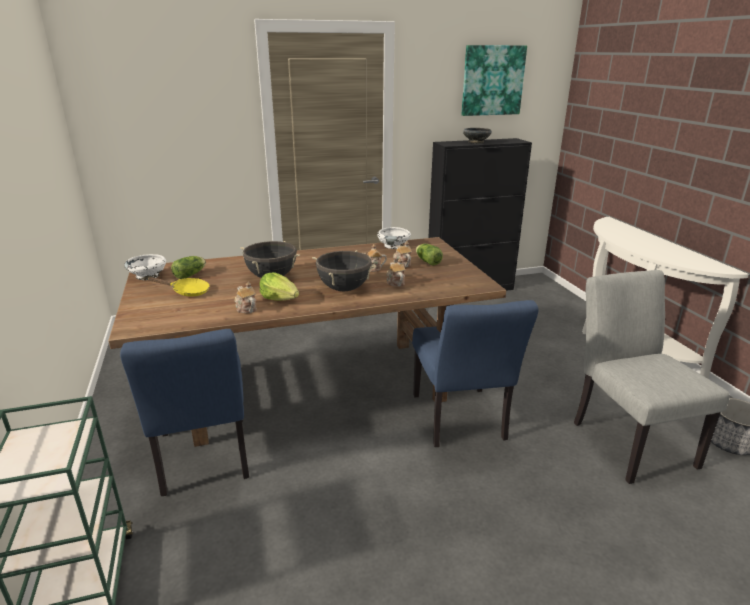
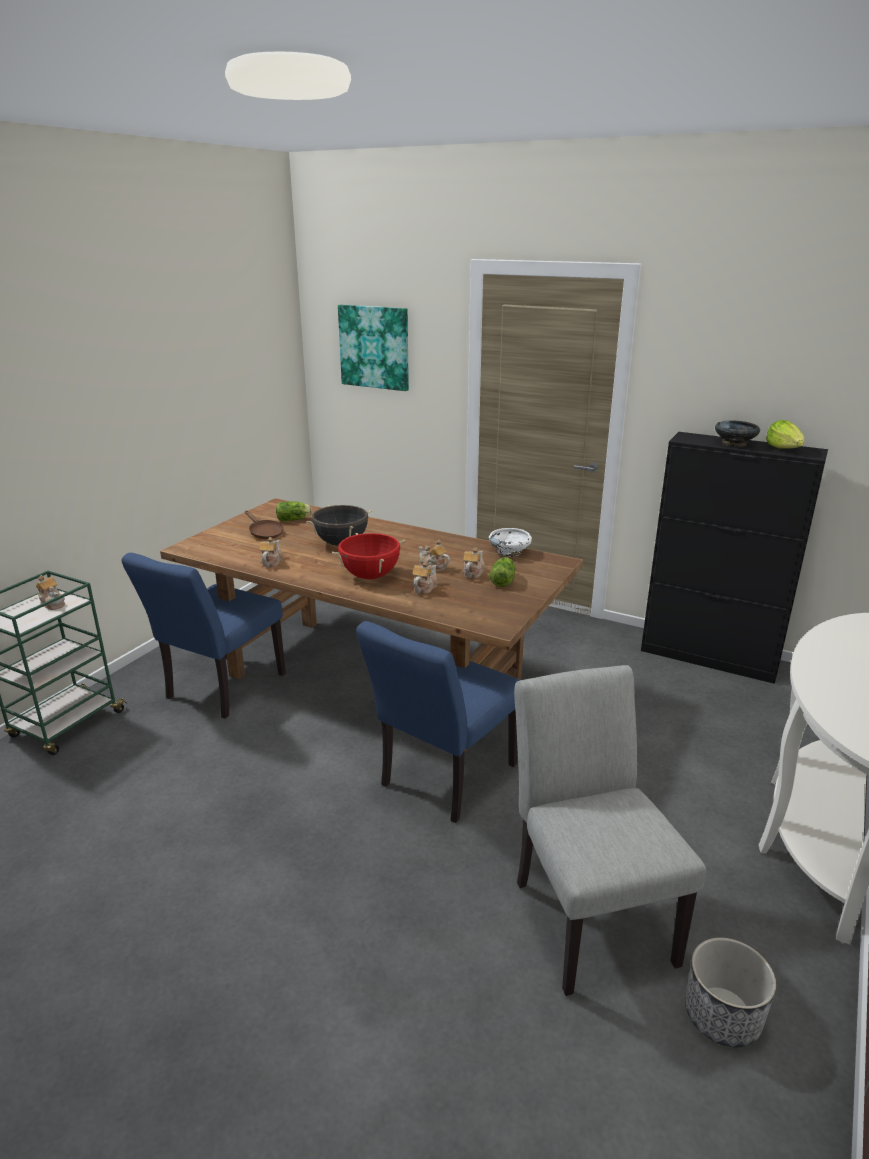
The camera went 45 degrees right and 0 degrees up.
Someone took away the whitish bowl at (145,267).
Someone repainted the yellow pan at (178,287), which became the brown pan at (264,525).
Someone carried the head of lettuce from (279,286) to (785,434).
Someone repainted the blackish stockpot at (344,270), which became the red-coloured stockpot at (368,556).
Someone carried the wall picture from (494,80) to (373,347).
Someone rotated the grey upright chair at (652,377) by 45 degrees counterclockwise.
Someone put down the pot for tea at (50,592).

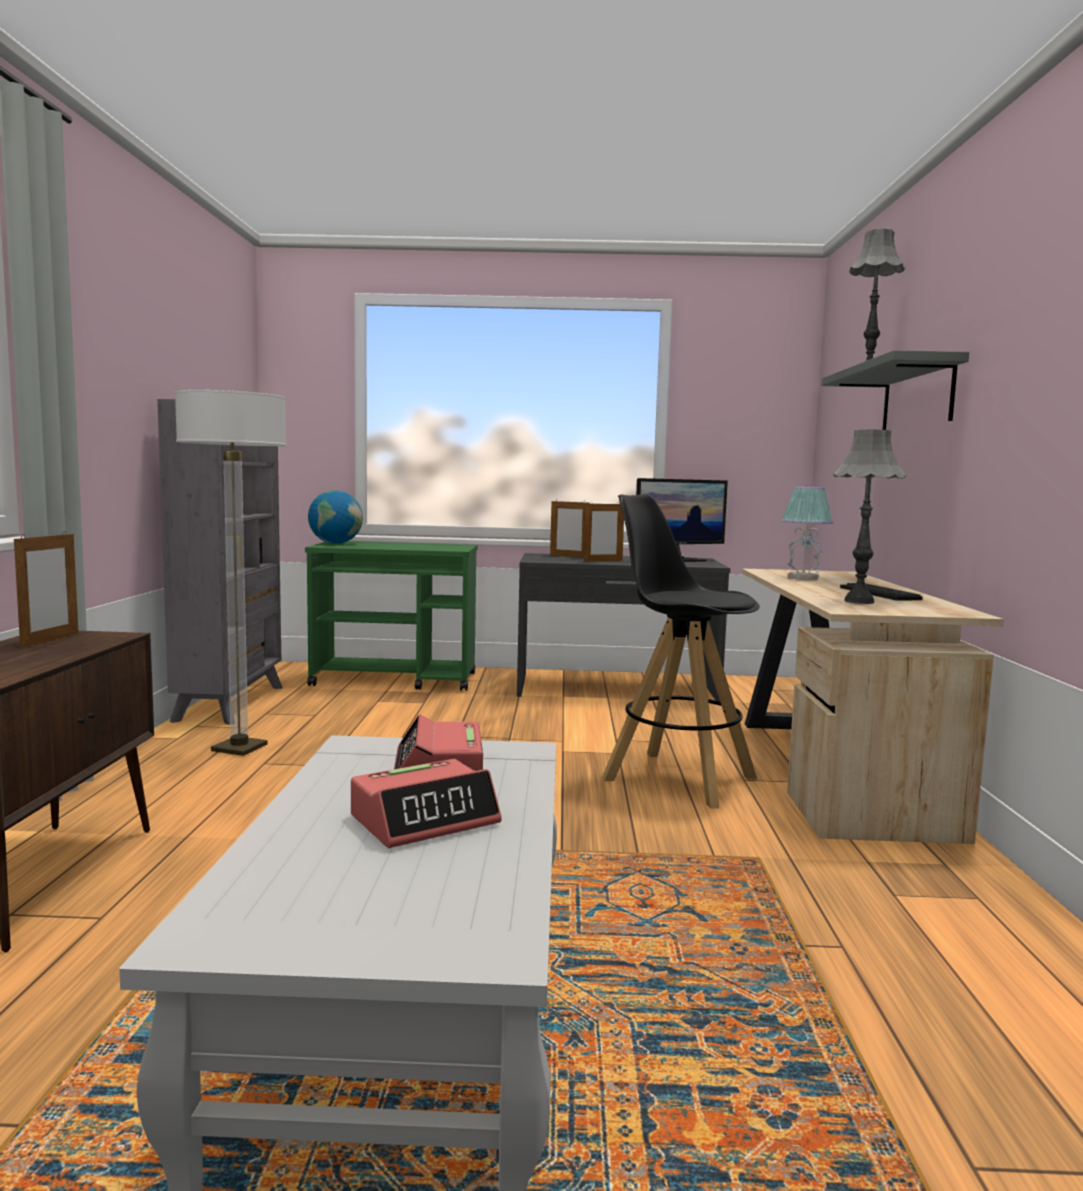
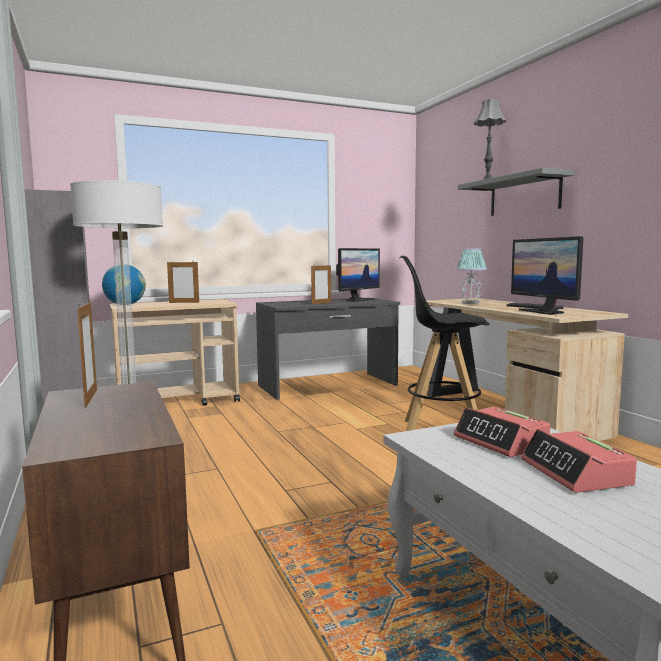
The camera went 25 degrees left and 0 degrees up.
Someone repainted the green-coloured wheeled cart at (391,616), which became the sand-coloured wheeled cart at (175,352).
Someone rotated the table clock at (426,803) by 135 degrees clockwise.
Someone carried the standing frame from (570,528) to (183,282).
Someone swapped the grey lamp for a table at (870,516) for the monitor at (547,275).

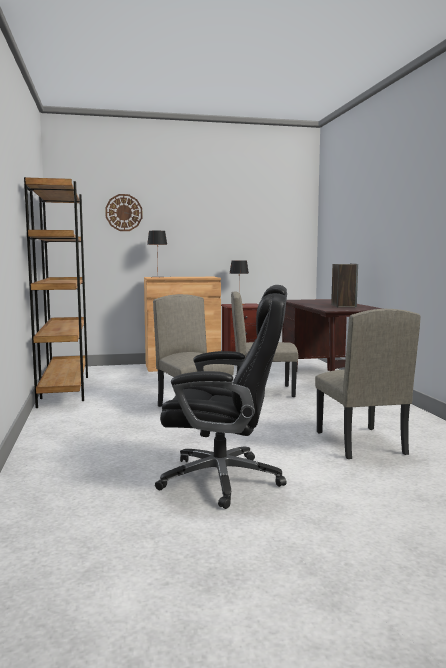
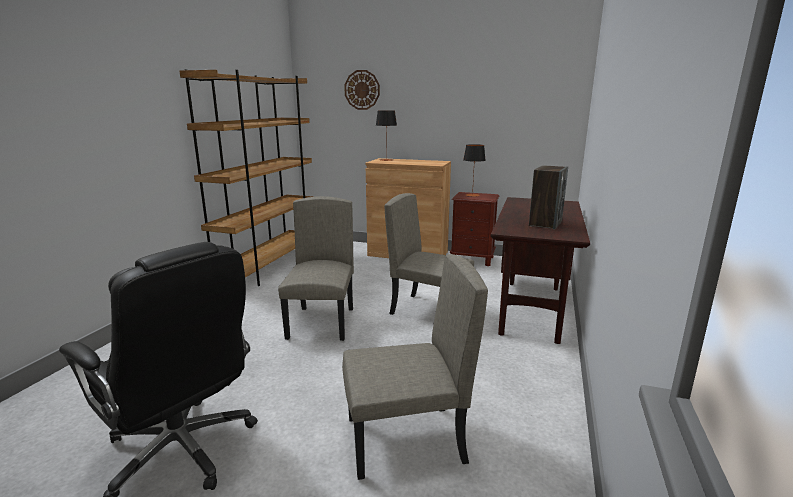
The camera went 30 degrees right and 10 degrees up.
Someone rotated the sand-coloured upright chair at (368,384) by 120 degrees counterclockwise.

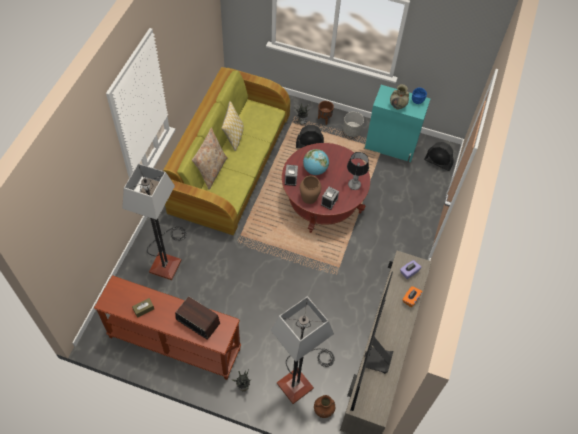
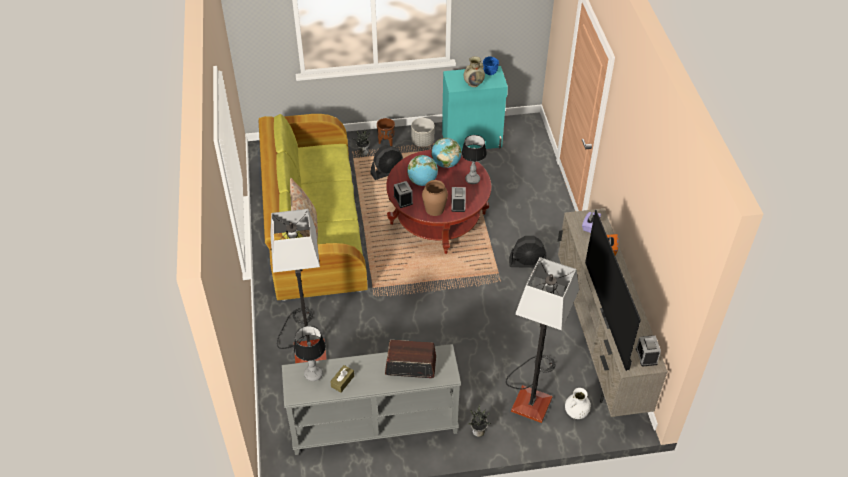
The camera went 25 degrees left and 10 degrees down.
Someone repainted the brown console table at (167,327), which became the grey console table at (371,399).
Someone took away the throw pillow at (232,126).
Someone repainted the brown flower vase at (324,406), which became the whitish flower vase at (578,403).
Someone carried the blackish fan from (439,156) to (527,252).
Someone put down the lamp for a table at (310,353).
Someone put down the world globe at (446,153).
Someone put down the table clock at (648,350).

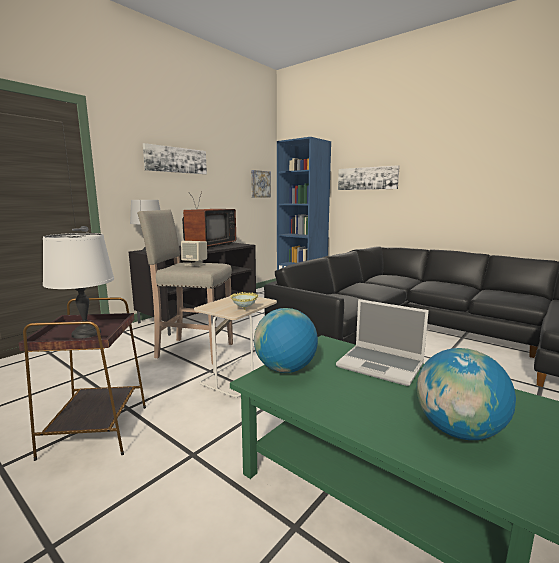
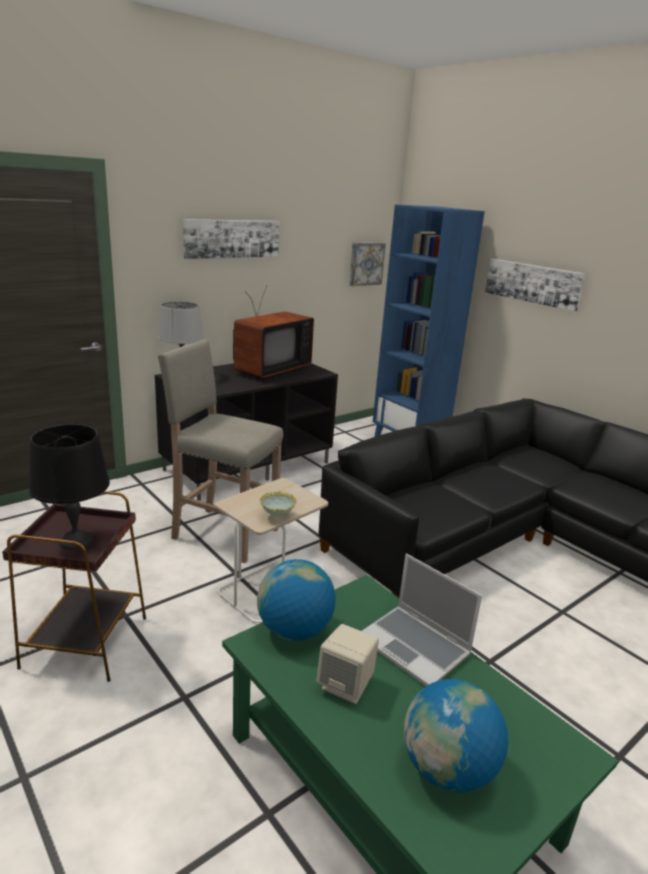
The camera went 10 degrees right and 10 degrees up.
Someone repainted the whitish lamp for a table at (78,286), which became the blackish lamp for a table at (69,486).
Someone carried the sand-coloured speaker from (194,253) to (348,664).

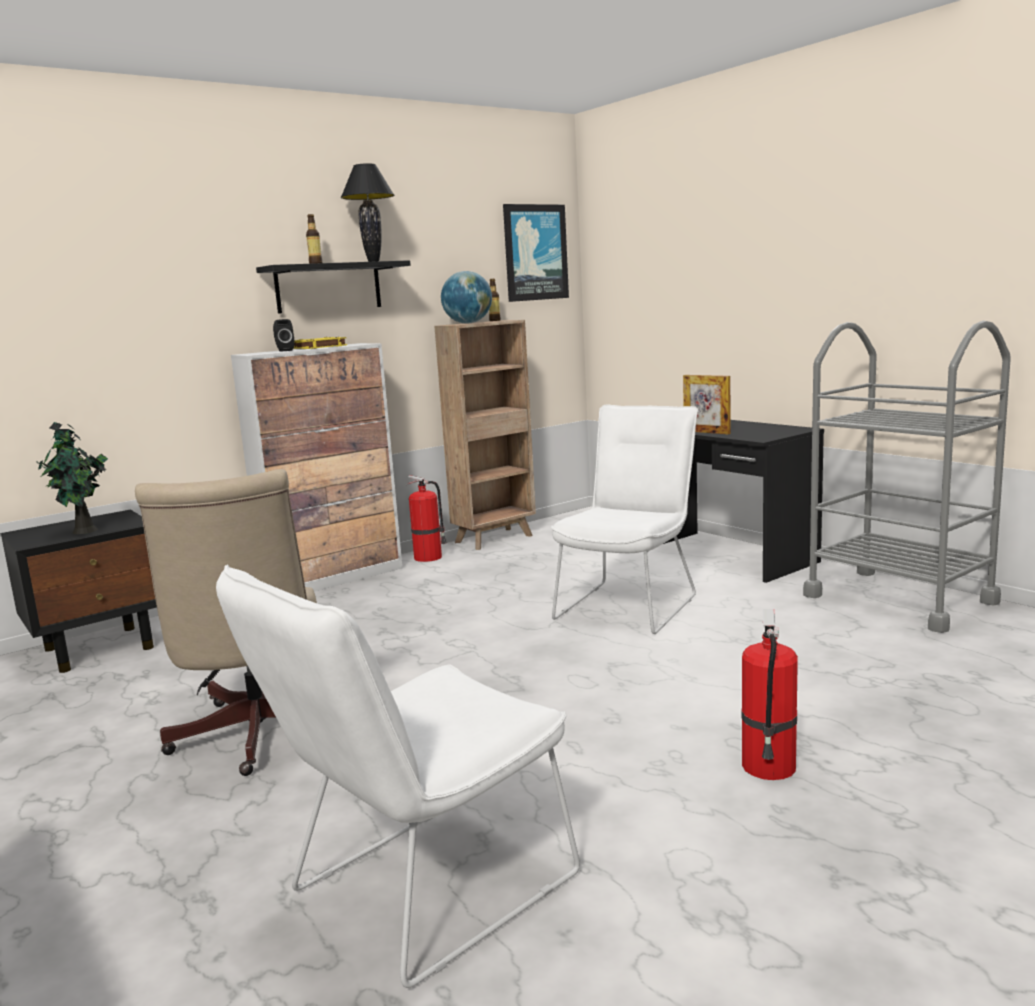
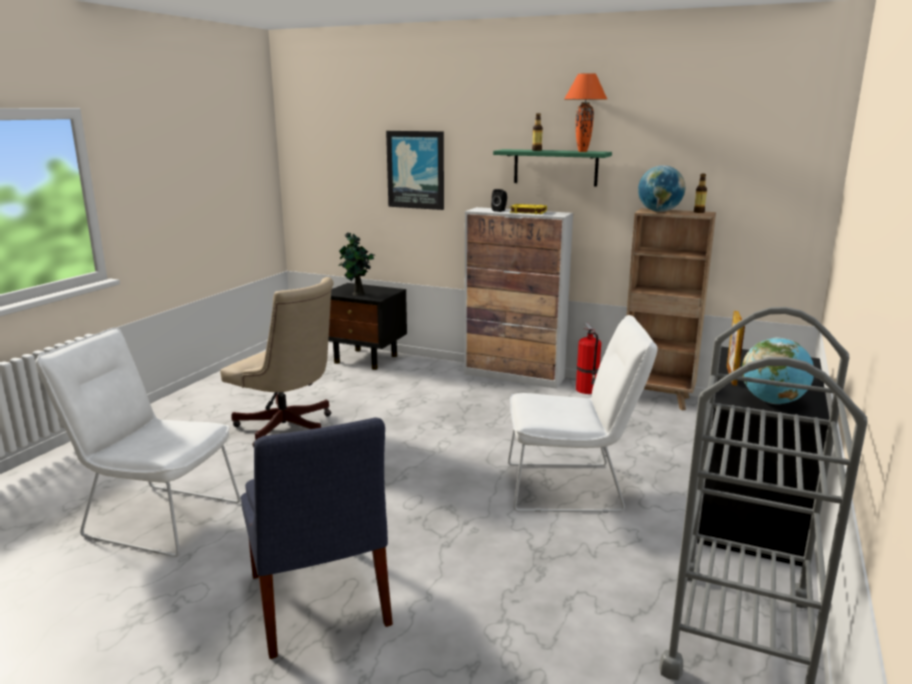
The camera went 60 degrees right and 5 degrees up.
Someone rotated the sand-coloured office chair at (226,622) by 105 degrees counterclockwise.
Someone repainted the blackish bracket shelf at (333,287), which became the green-coloured bracket shelf at (552,168).
Someone repainted the blackish lamp for a table at (367,212), which became the orangey lamp for a table at (585,112).
Someone carried the wall picture from (536,253) to (415,170).
Someone swapped the fire extinguisher at (769,694) for the bluish upright chair at (317,538).
Someone put down the world globe at (778,370).

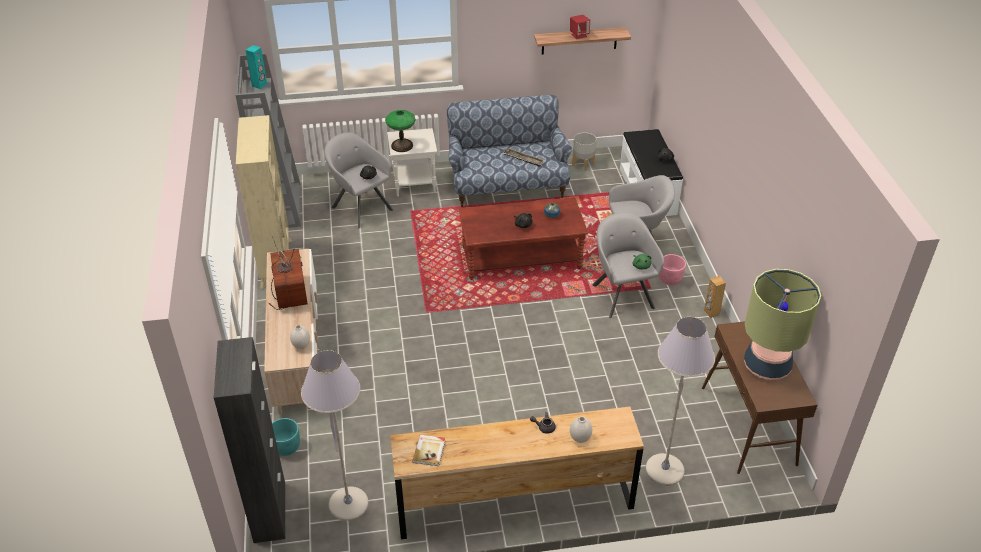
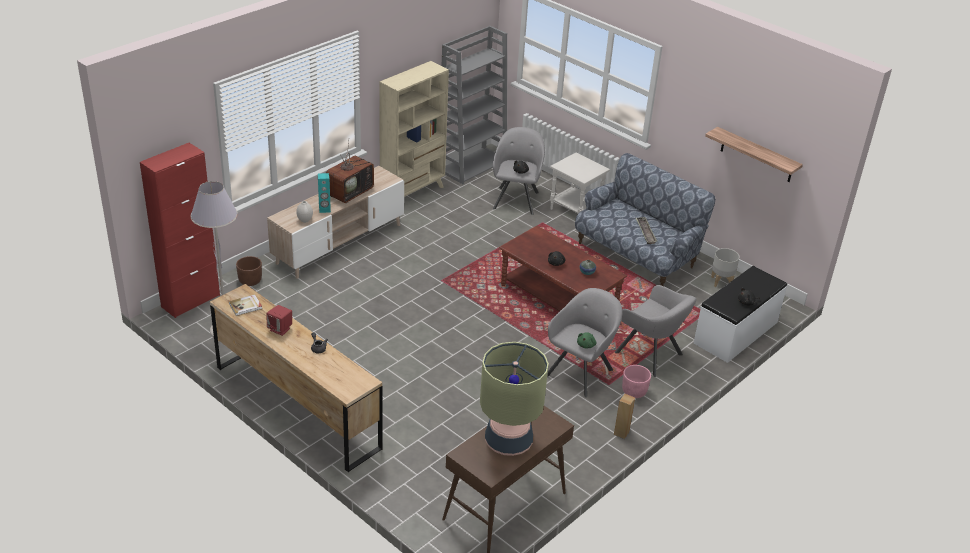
The camera went 50 degrees right and 5 degrees down.
Someone repainted the blackish cupboard at (249,440), which became the red-coloured cupboard at (180,230).
Someone carried the blue-green speaker from (256,67) to (324,193).
Someone repainted the blue-green flower pot at (286,437), which became the brown flower pot at (249,271).
Someone took away the lamp for a table at (400,131).
Someone carried the red-coloured speaker from (580,27) to (279,320).
Someone took away the whitish flower vase at (581,429).
Someone took away the grey floor lamp at (680,401).

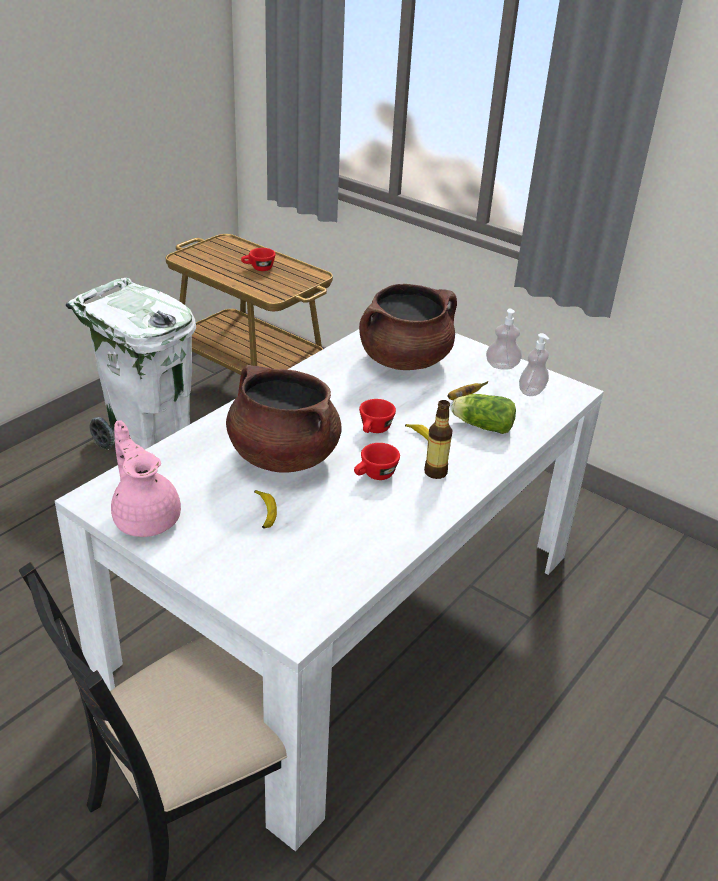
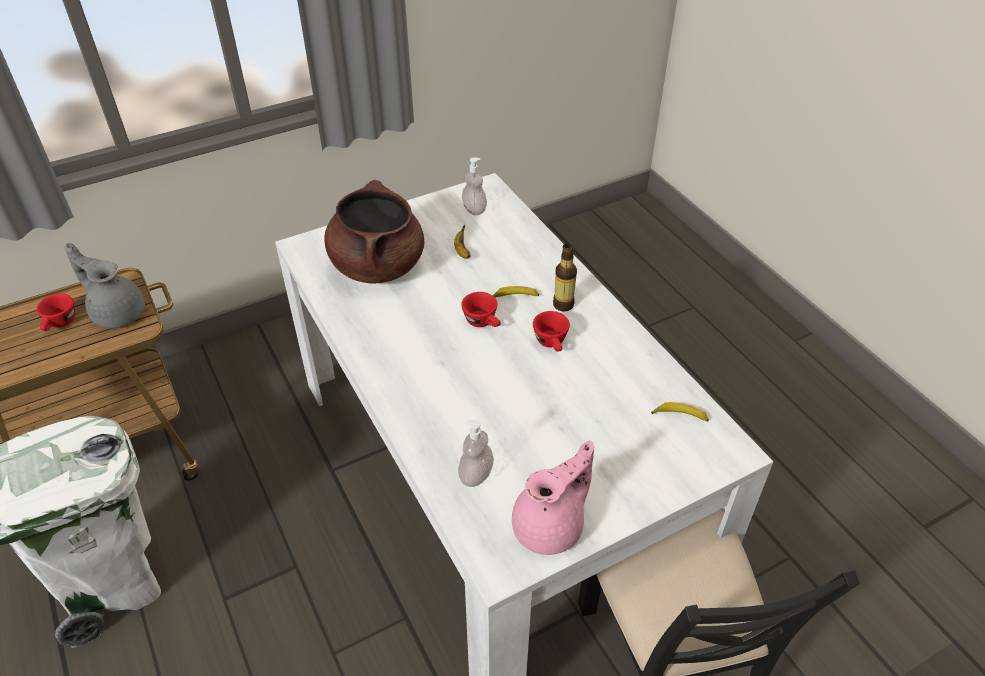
The camera went 65 degrees left and 10 degrees up.
Someone rotated the pink-coloured pot for tea at (146,478) by 150 degrees clockwise.
Someone took away the brown stockpot at (284,419).
Someone carried the whole banana from (265,509) to (680,411).
Someone took away the head of lettuce at (483,414).
Someone carried the soap bottle from (504,339) to (476,453).
Someone put down the grey pot for tea at (105,286).

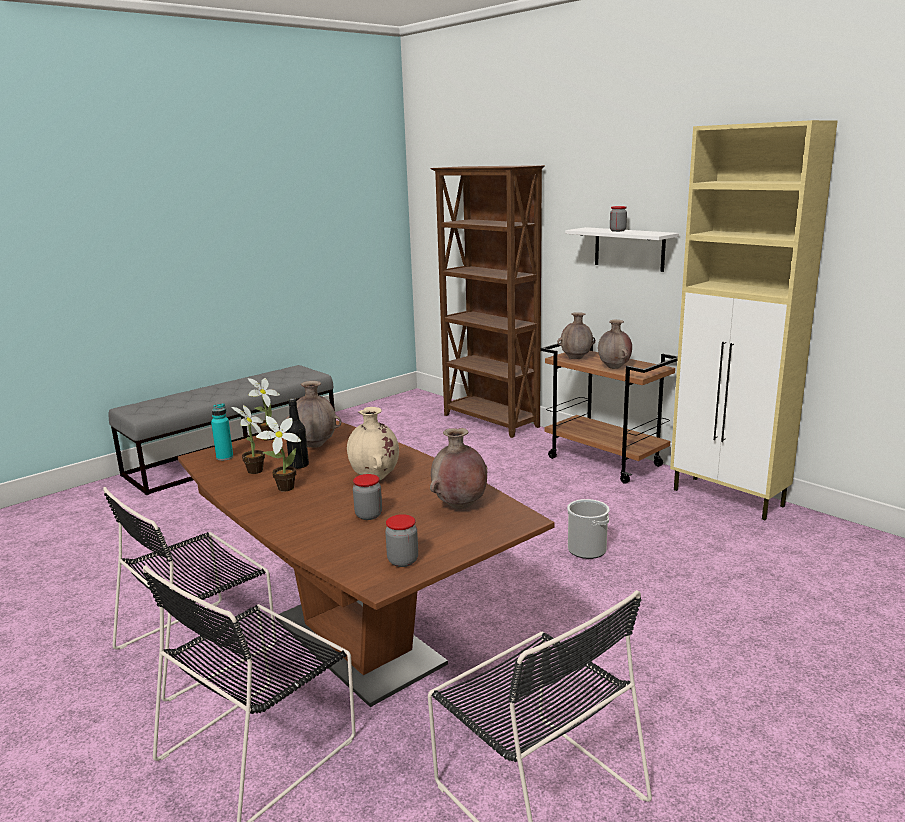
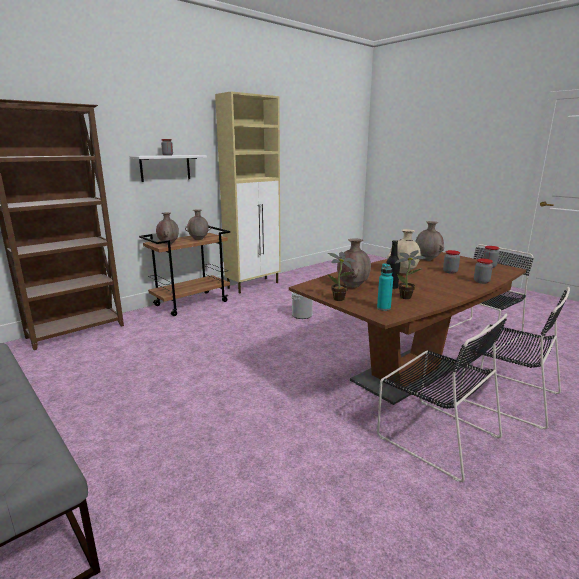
The camera went 90 degrees left and 0 degrees up.
Someone took away the houseplant at (278,454).
Someone put down the preserve jar at (483,271).

